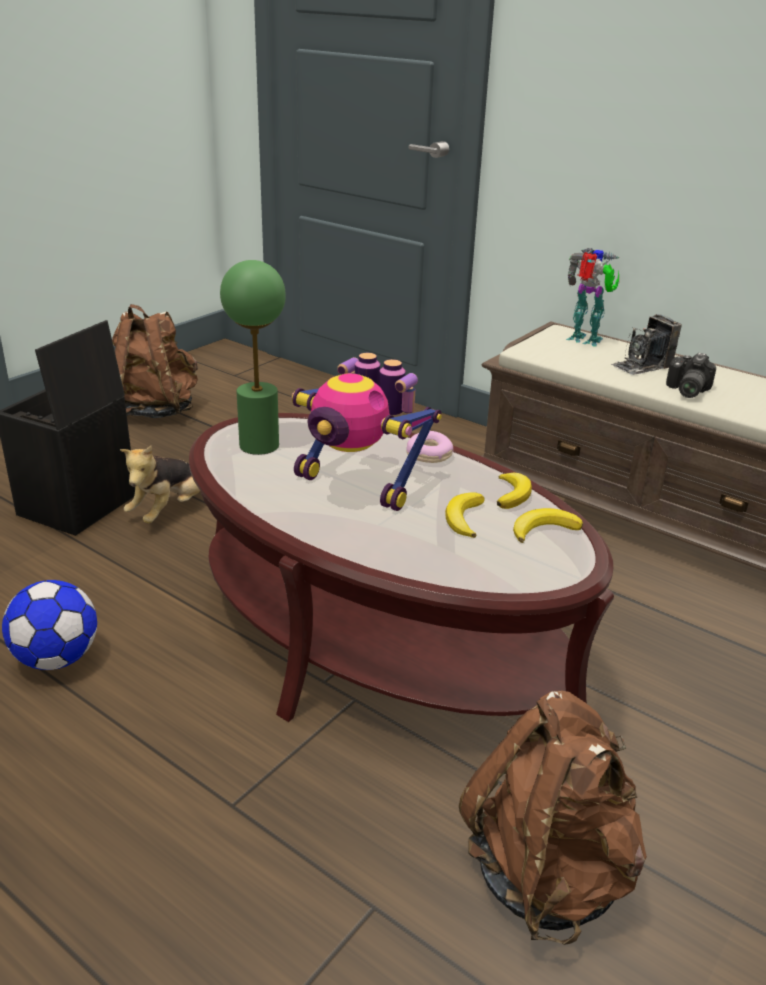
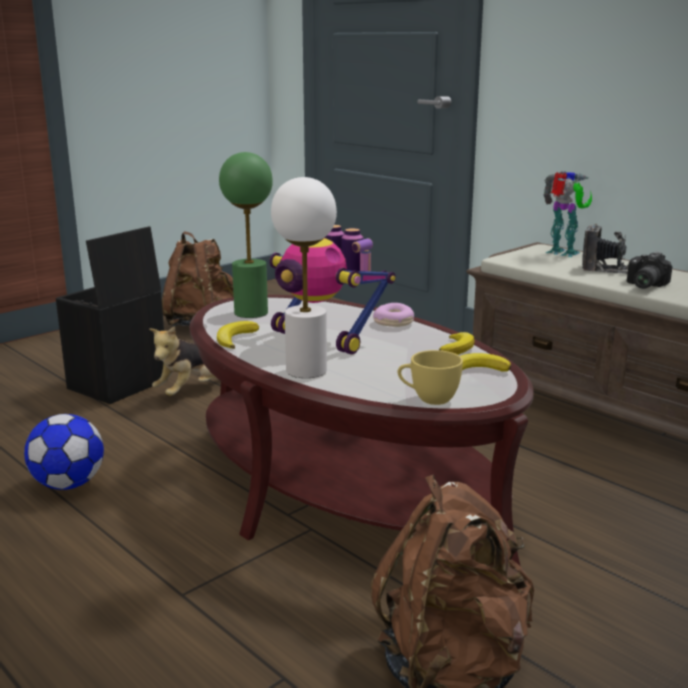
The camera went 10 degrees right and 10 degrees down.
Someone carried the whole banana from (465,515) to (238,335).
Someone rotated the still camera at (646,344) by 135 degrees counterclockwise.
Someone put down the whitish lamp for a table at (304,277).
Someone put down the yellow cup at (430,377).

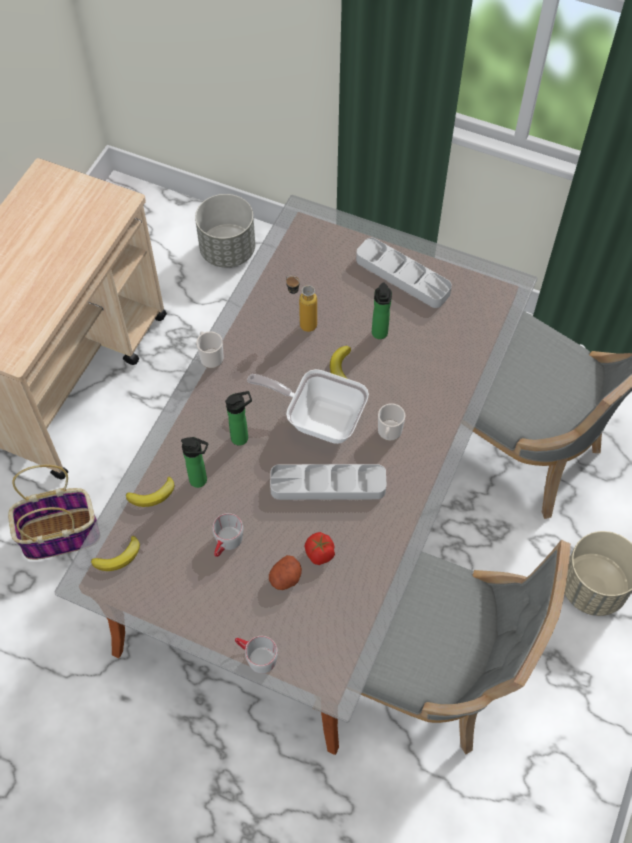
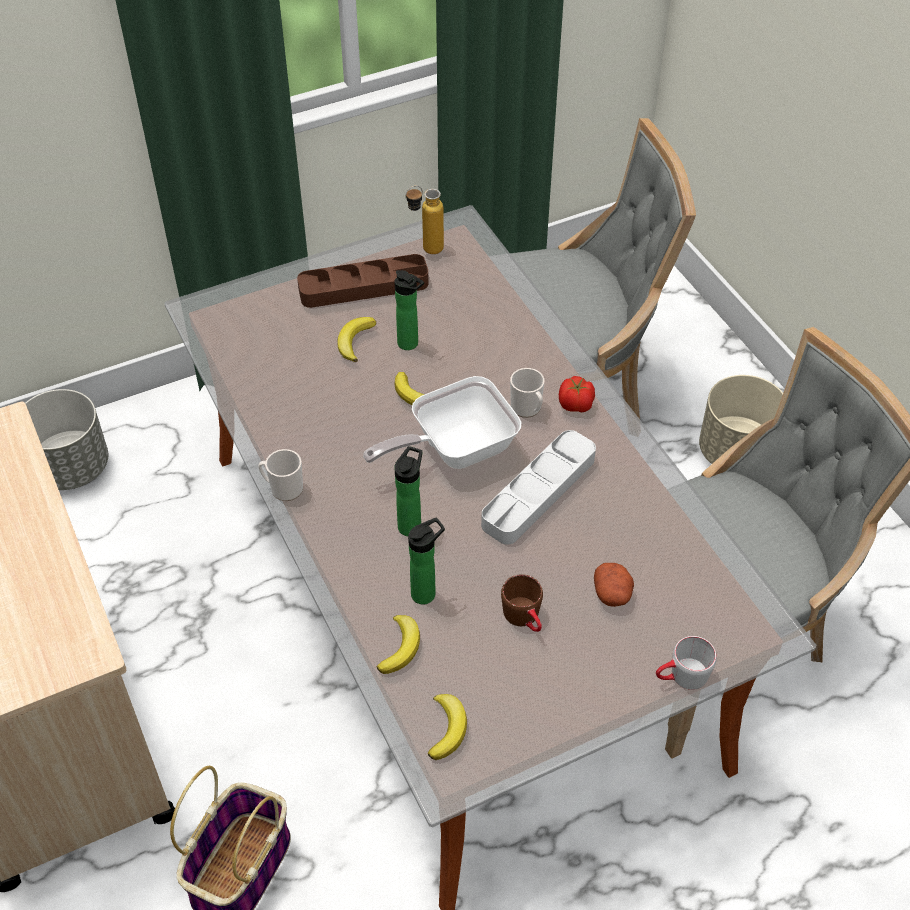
The camera went 50 degrees left and 10 degrees down.
Someone repainted the grey tea mug at (227,535), which became the brown tea mug at (522,603).
Someone carried the drink bottle from (301,303) to (424,220).
Someone carried the tomato from (319,548) to (577,394).
Someone repainted the grey tray at (404,273), which became the brown tray at (363,281).
Someone put down the whole banana at (356,339).

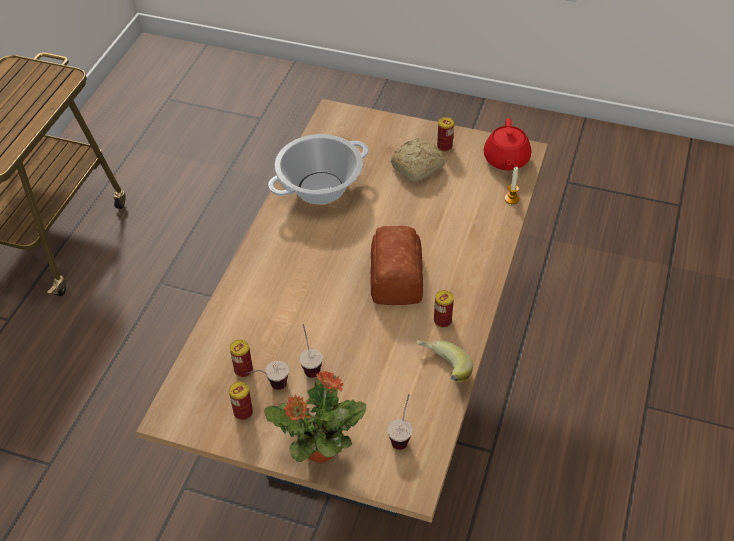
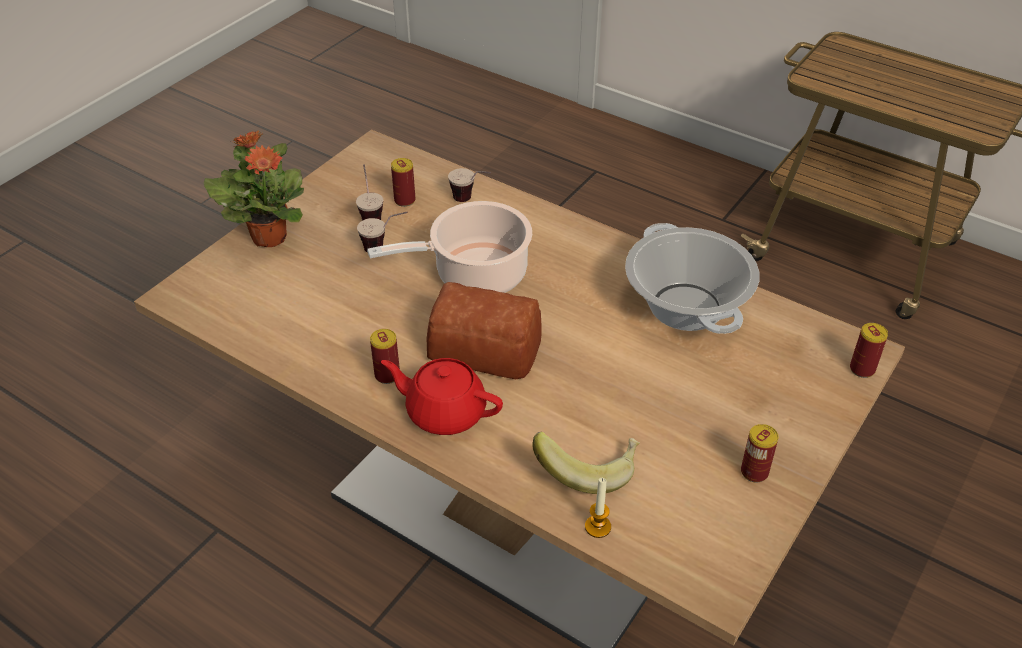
The camera went 105 degrees right and 5 degrees down.
Someone carried the metal can from (241,401) to (869,350).
Someone carried the cup from (399,422) to (469,185).
Someone took away the baked bread at (418,160).
Someone carried the whole banana from (444,360) to (586,463).
Someone carried the red-coloured pot for tea from (507,144) to (442,396).
Someone put down the stockpot at (449,247).

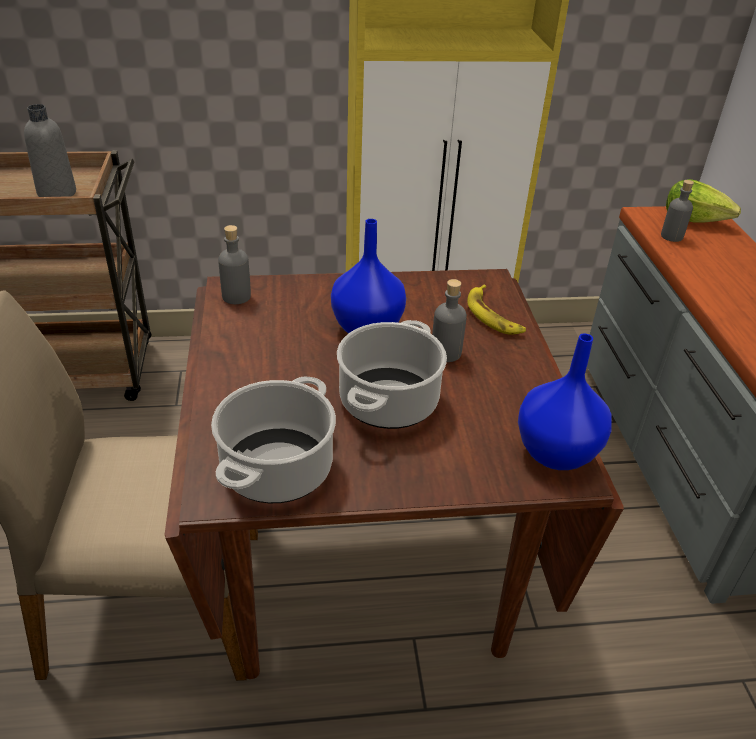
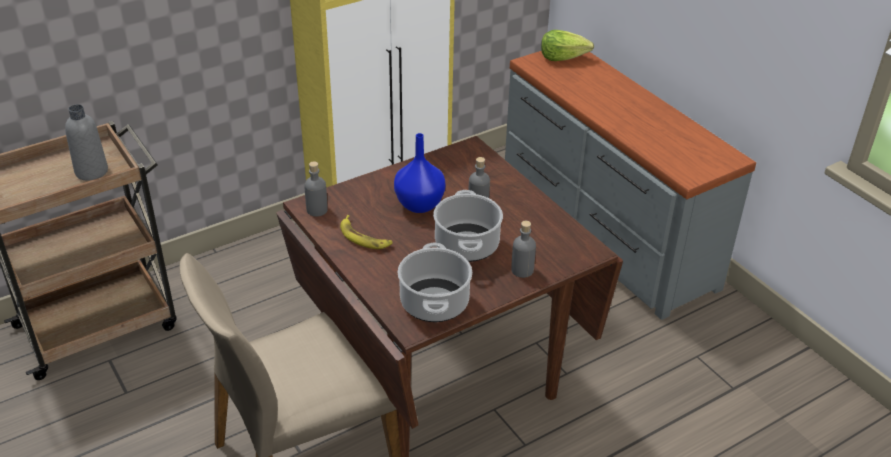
The camera went 25 degrees left and 0 degrees up.
Someone carried the whole banana from (496,310) to (366,232).
Someone took away the bluish flower vase at (565,401).
Someone carried the grey drink bottle from (677,211) to (523,249).

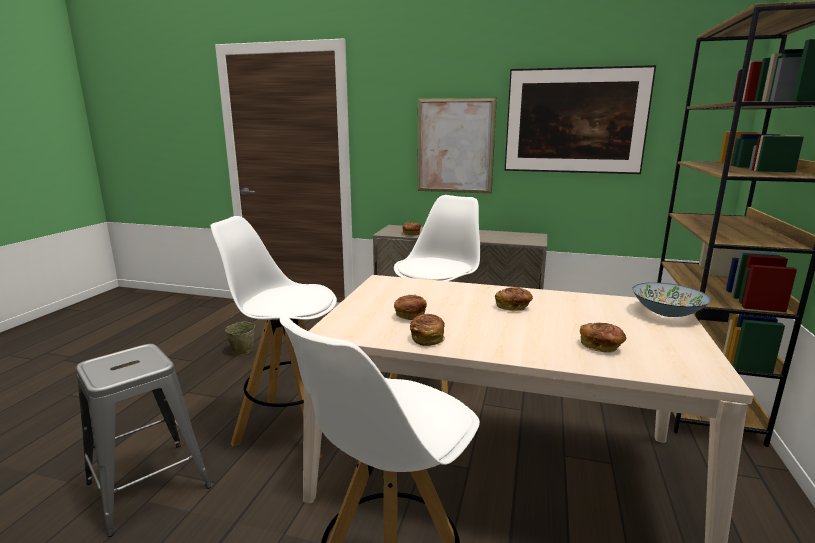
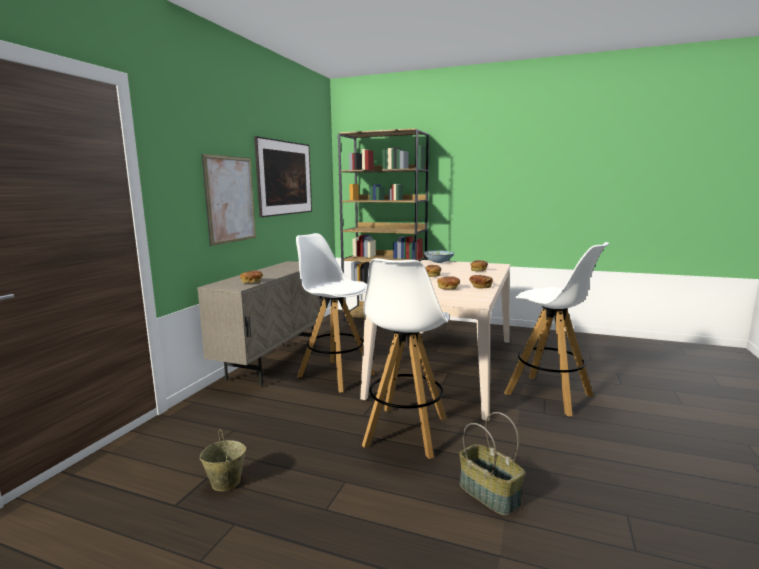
The camera went 85 degrees left and 5 degrees down.
Someone swapped the grey stool at (143,440) for the household basket at (492,464).

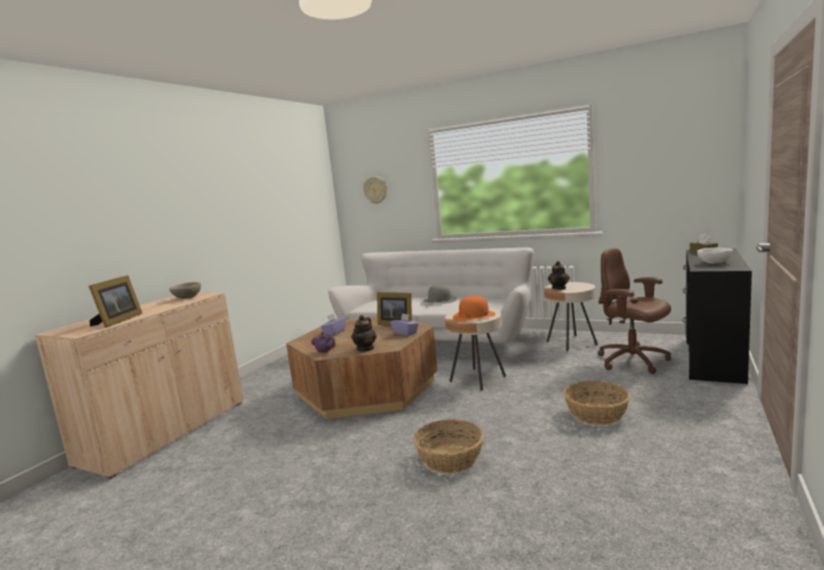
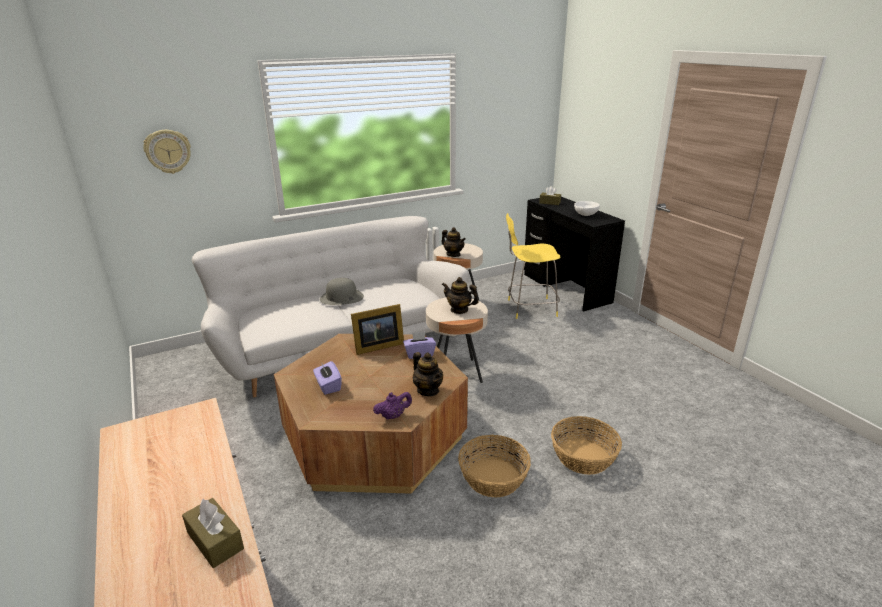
The camera went 55 degrees left and 15 degrees up.
Someone swapped the standing frame at (116,301) for the brown box of tissues at (213,533).
Someone took away the sand-coloured bowl at (185,290).
Someone swapped the orangey hat at (474,308) for the pot for tea at (460,295).
Someone carried the household basket from (596,402) to (494,466).
Someone swapped the brown office chair at (634,311) for the yellow stool at (533,266).

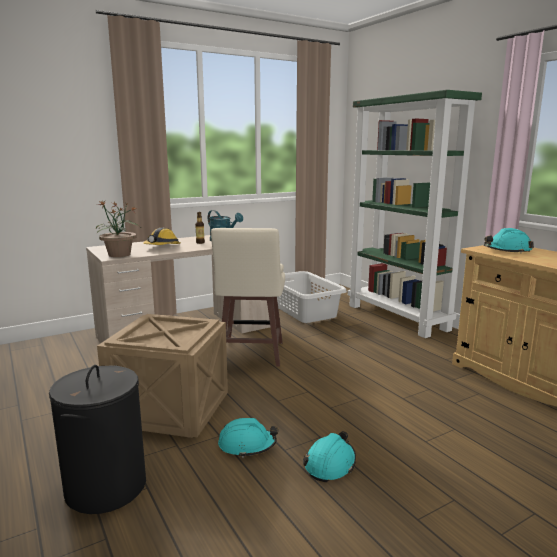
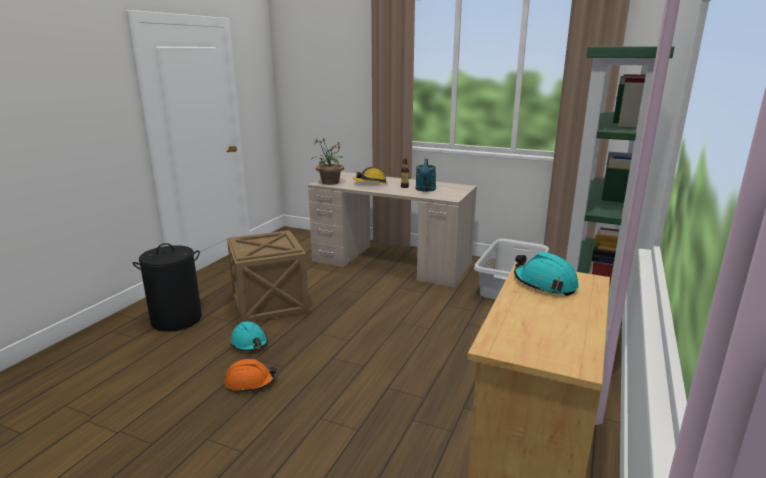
The camera went 55 degrees right and 5 degrees up.
Someone took away the sand-coloured stool at (248,297).
Someone repainted the blue-green safety helmet at (329,456), which became the orangey safety helmet at (251,376).

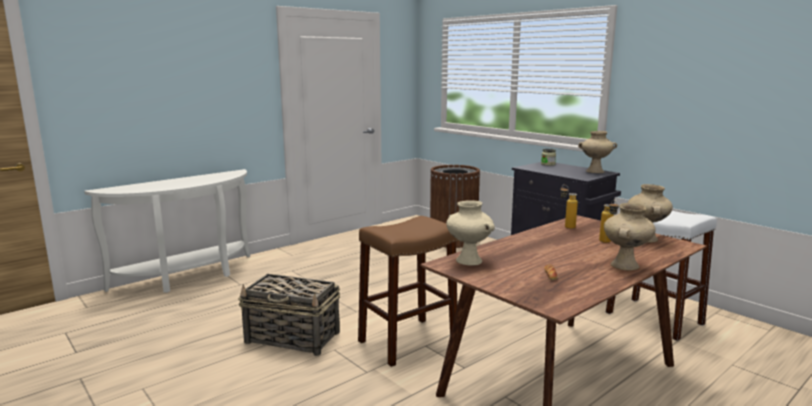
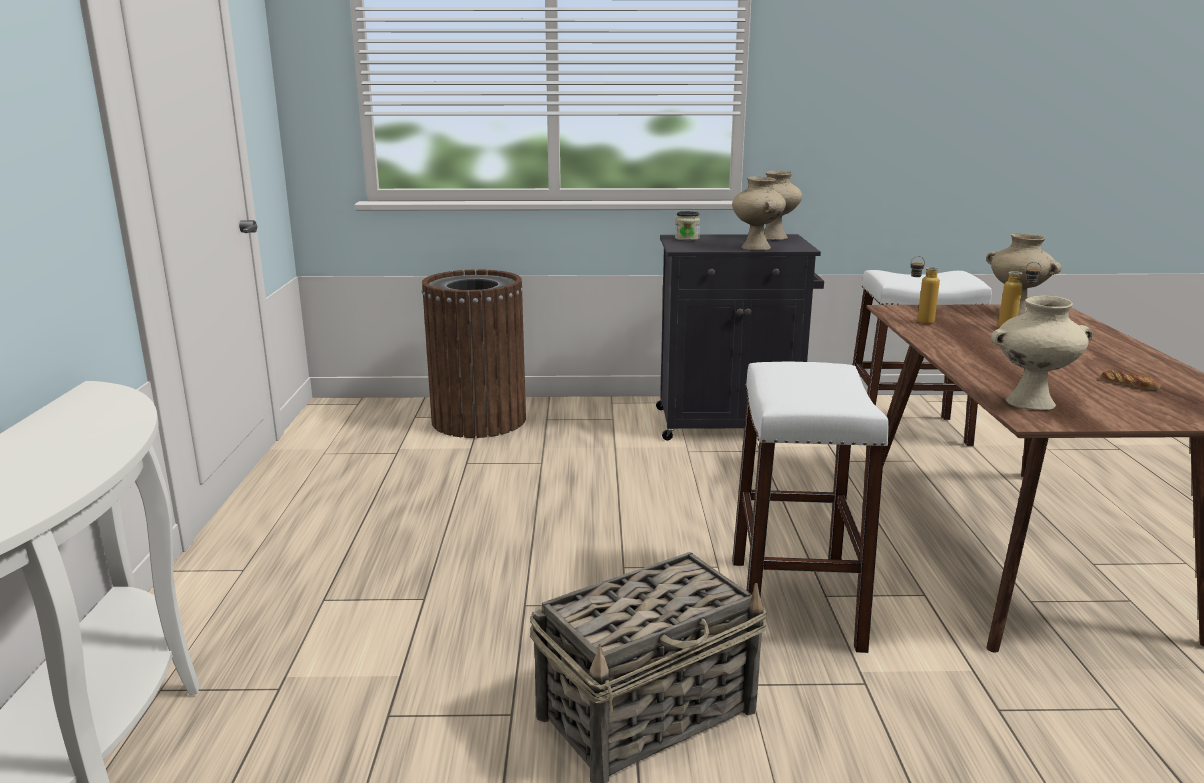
The camera went 50 degrees left and 5 degrees up.
Someone repainted the brown stool at (408,291), which became the whitish stool at (810,507).
Someone carried the sand-coloured flower vase from (630,237) to (759,214).

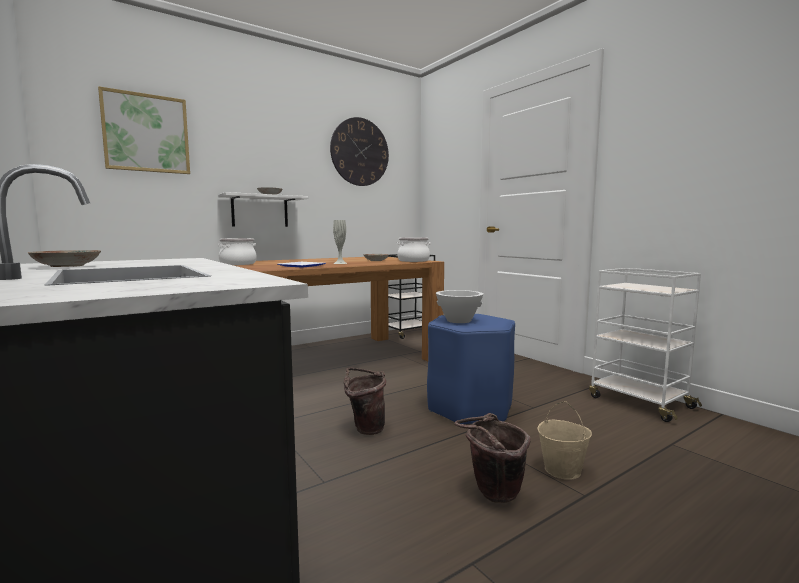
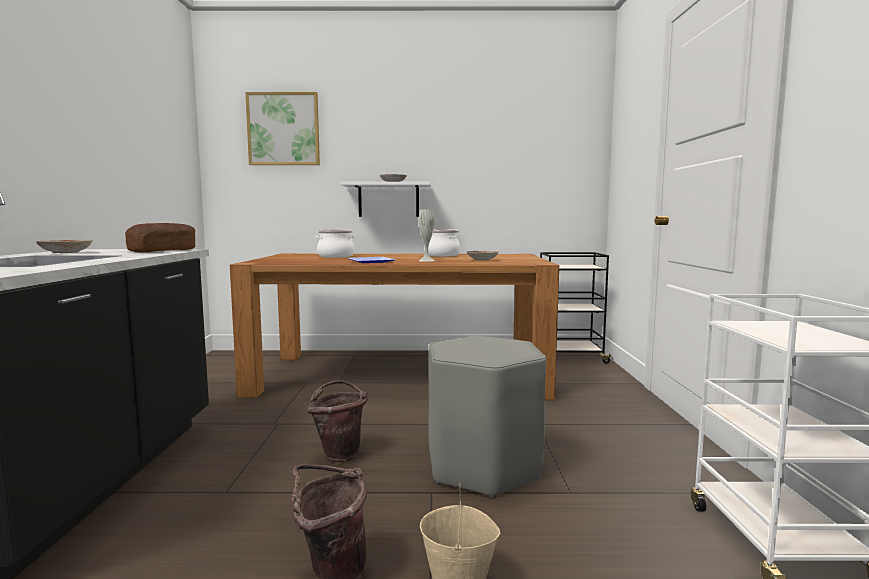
The camera went 35 degrees right and 0 degrees up.
Someone took away the wall clock at (359,151).
Someone carried the stockpot from (413,249) to (442,243).
Someone repainted the bluish stool at (471,369), which became the grey stool at (487,417).
Someone took away the whitish bowl at (459,306).
Someone put down the baked bread at (160,238).

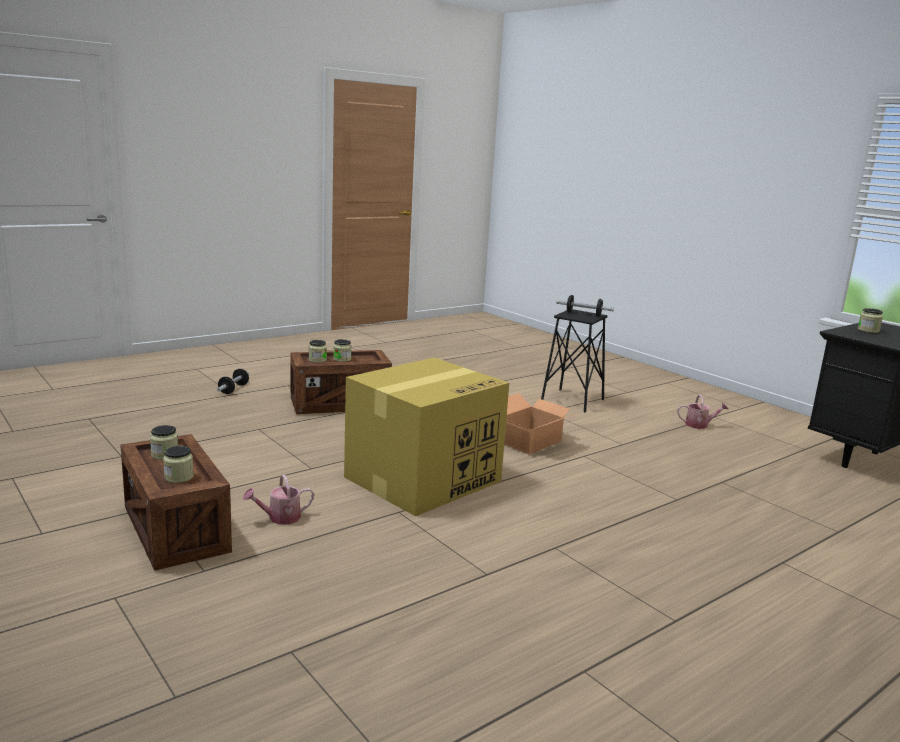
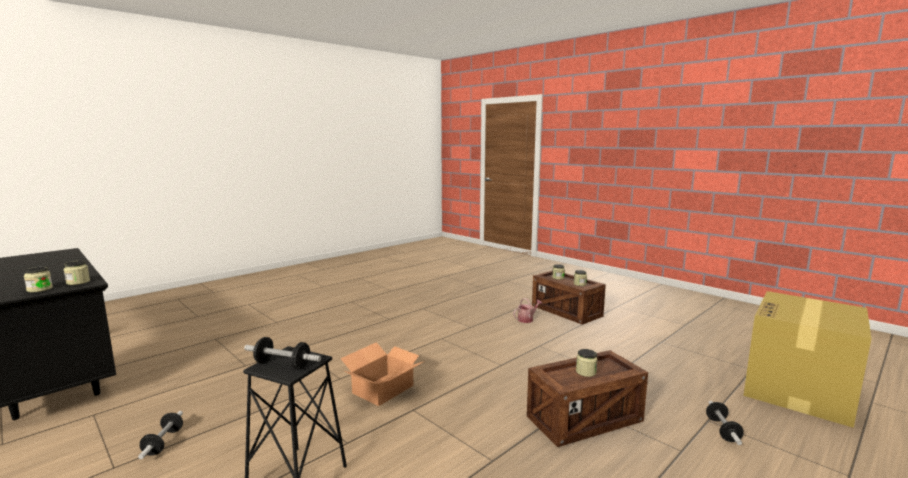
The camera went 175 degrees right and 5 degrees down.
Someone carried the preserve jar from (318,351) to (76,273).
Someone carried the carton from (426,436) to (807,359).
Someone swapped the watering can at (703,411) for the hand weight at (160,435).

